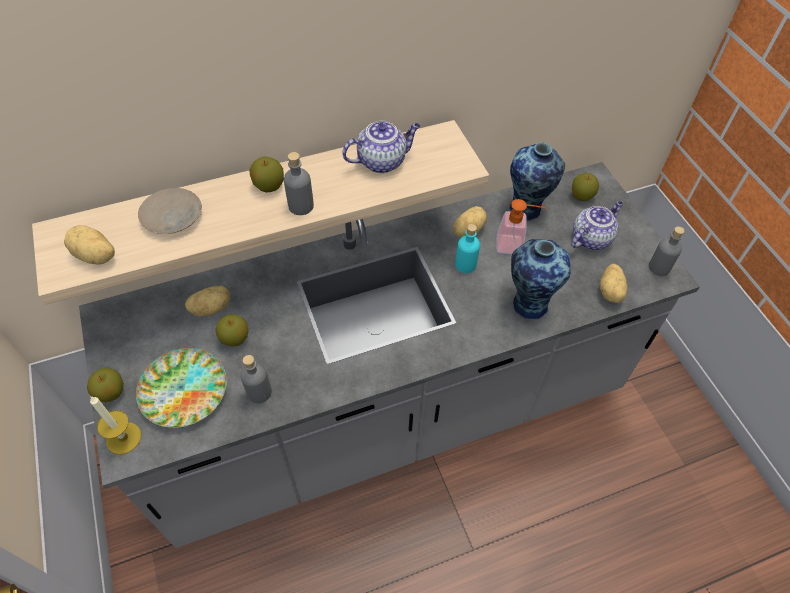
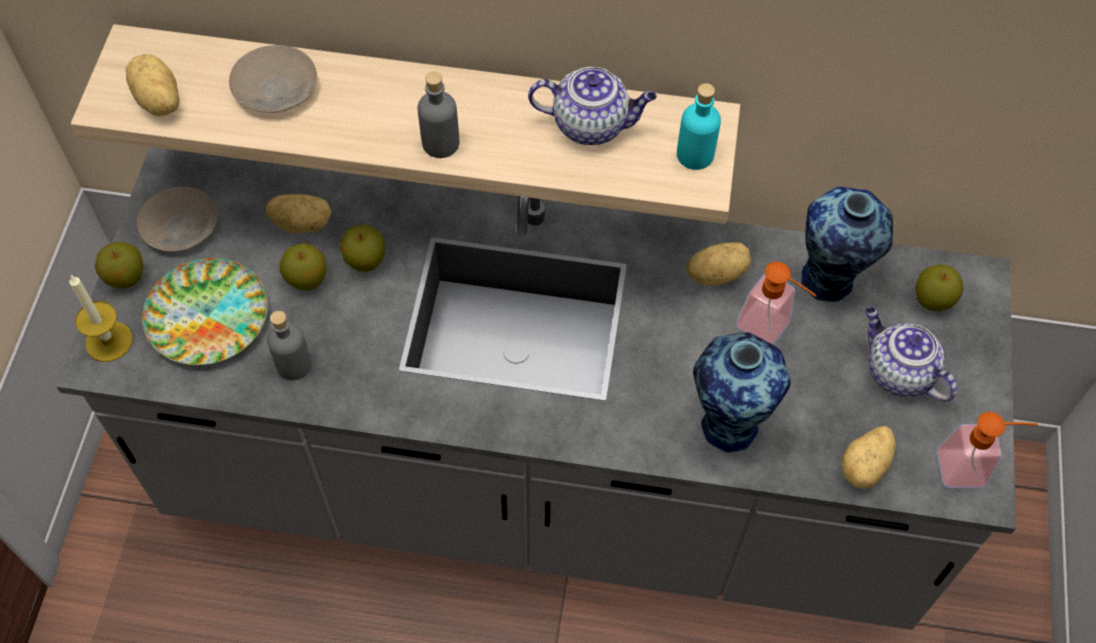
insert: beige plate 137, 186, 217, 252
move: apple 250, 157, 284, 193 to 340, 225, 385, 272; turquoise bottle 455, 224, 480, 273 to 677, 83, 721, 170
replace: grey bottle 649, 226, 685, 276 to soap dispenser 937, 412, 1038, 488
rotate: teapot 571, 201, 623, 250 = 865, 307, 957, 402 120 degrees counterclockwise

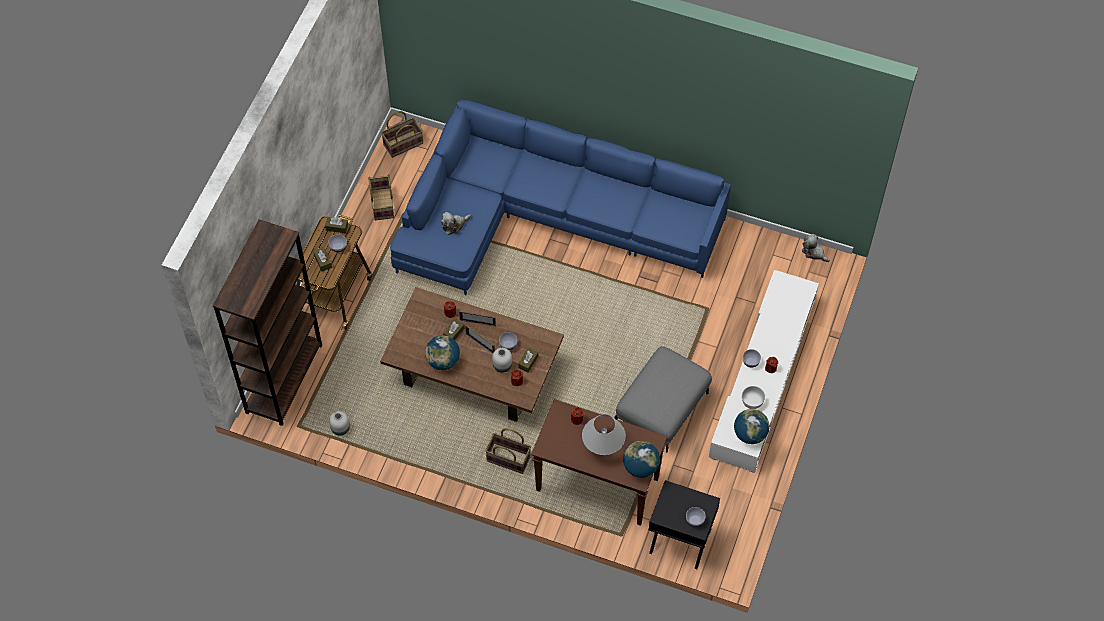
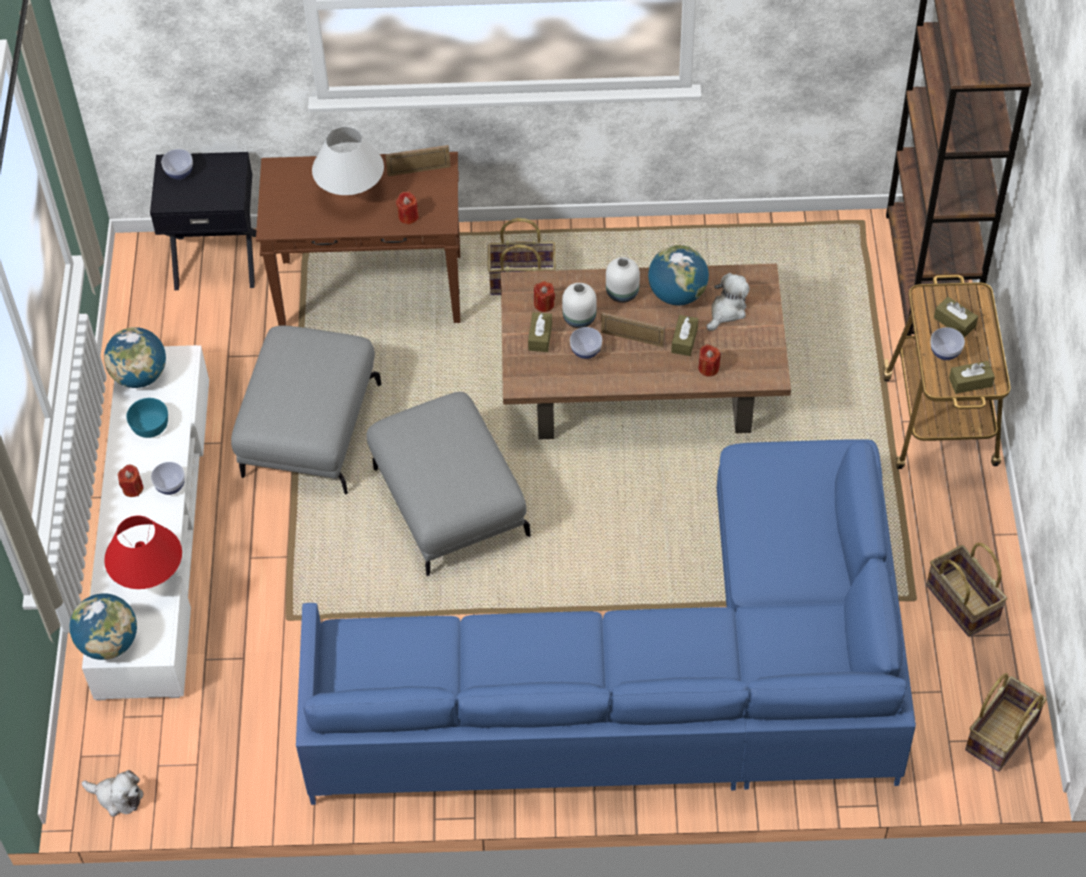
insert: grey ottoman 367, 392, 530, 576; red table lamp 104, 515, 182, 589
move: plush toy 441, 212, 471, 235 to 707, 273, 750, 331; picture frame 459, 311, 496, 327 to 385, 145, 451, 176; white vase 329, 411, 350, 435 to 606, 257, 640, 303; globe 623, 441, 660, 478 to 69, 593, 137, 660
recolor: white bowl 742, 386, 765, 409 to turquoise bowl 127, 398, 168, 438

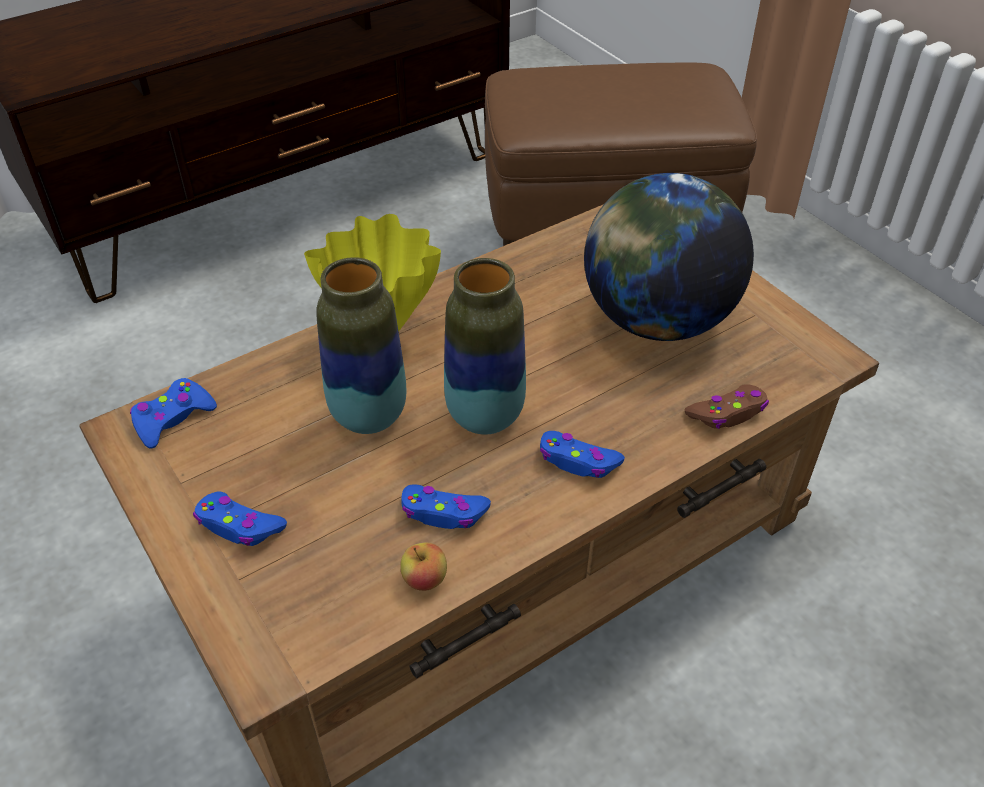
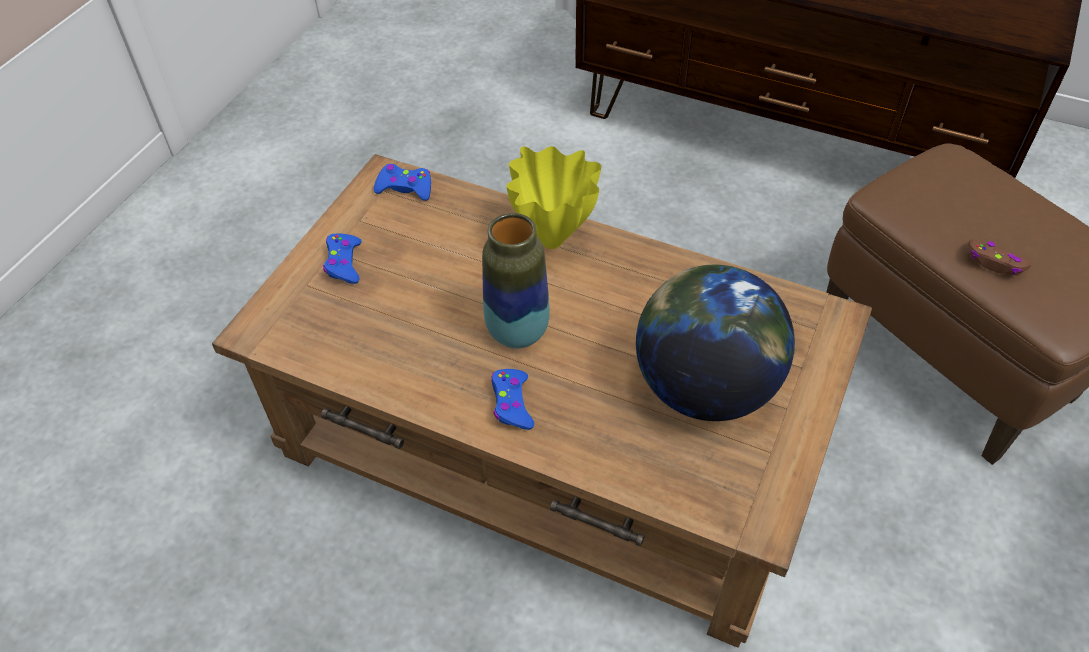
delete: vase 316, 257, 407, 434; blue game controller 401, 484, 491, 529; apple 401, 542, 447, 591
move: brown game controller 685, 384, 769, 429 to 968, 239, 1032, 275

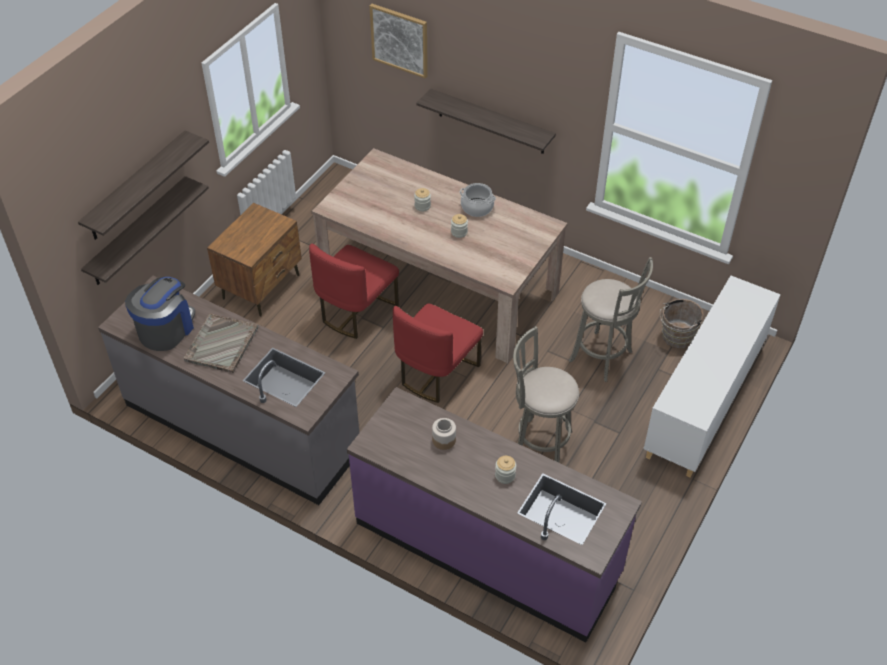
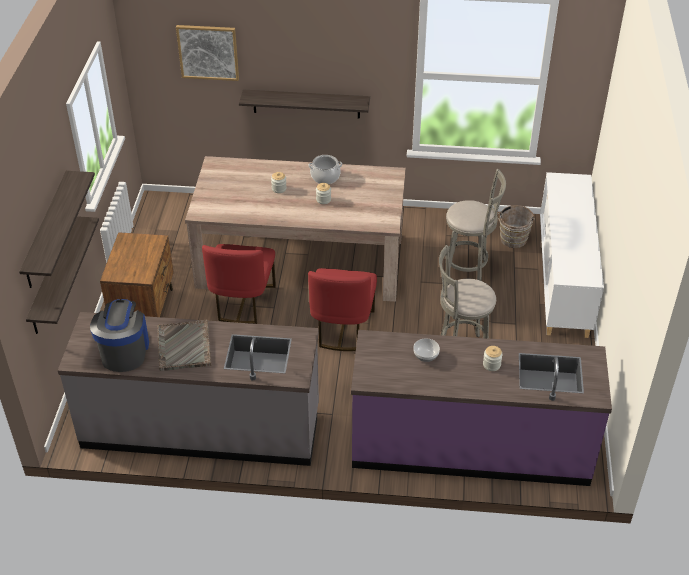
replace: jar 432, 418, 456, 450 to bowl 413, 338, 440, 362

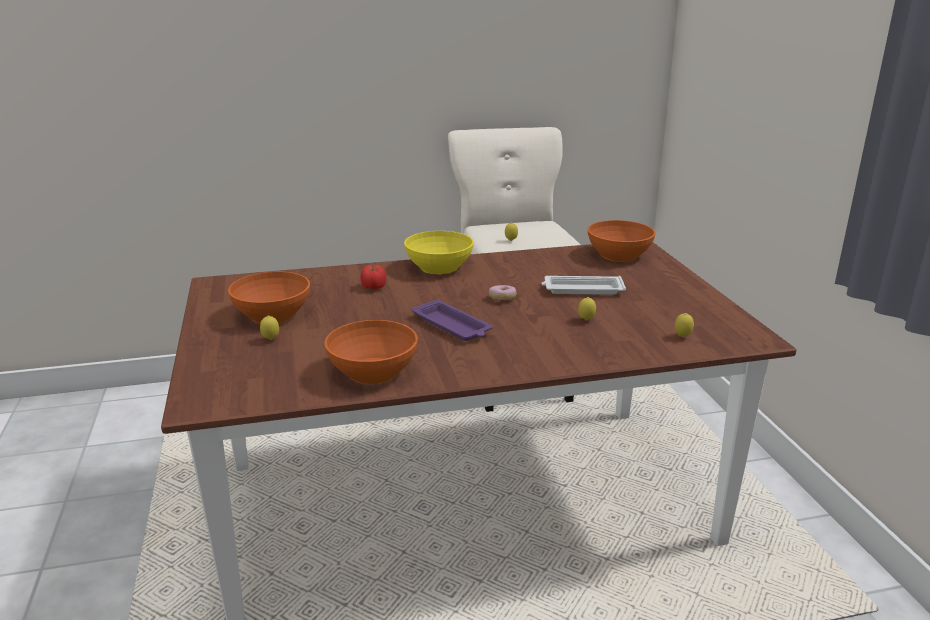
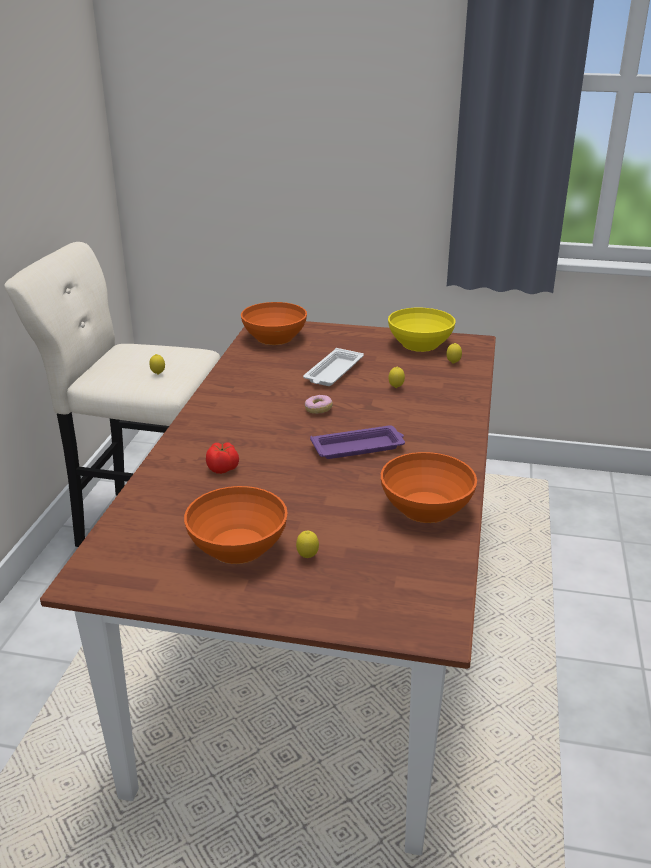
move: yellow bowl 404, 231, 474, 275 to 388, 308, 456, 352

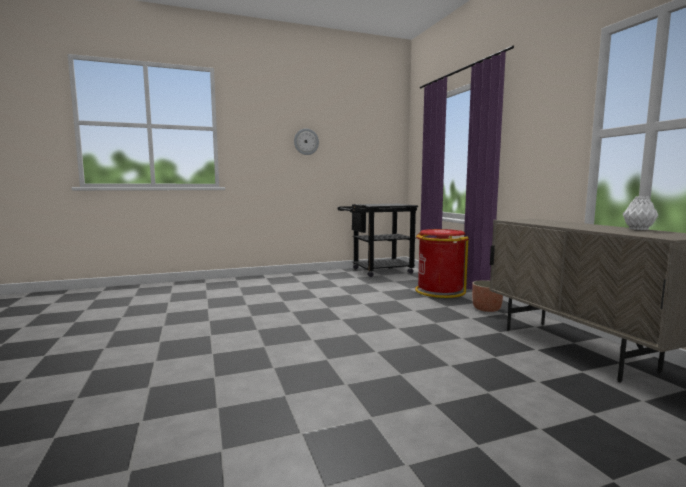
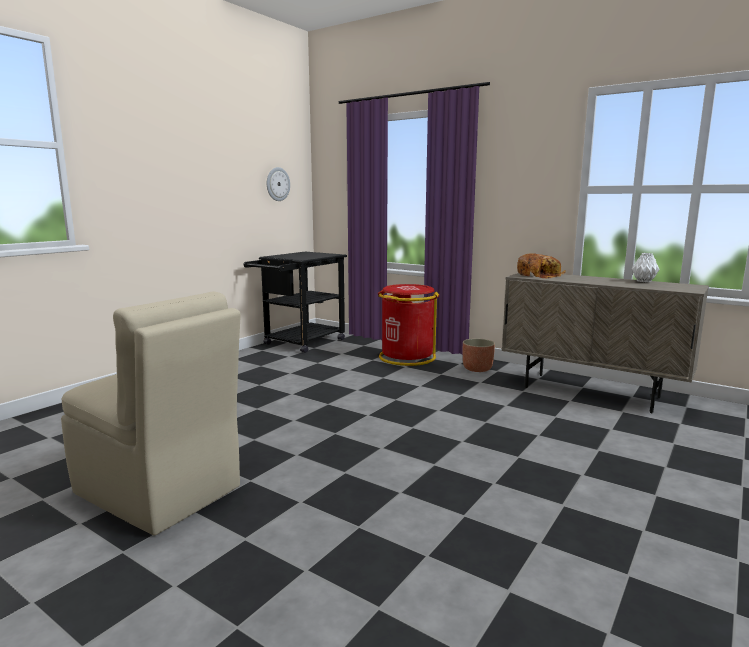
insert: bread 517, 253, 566, 279; beige chair 61, 291, 241, 535
move: wall clock 294, 128, 319, 155 to 267, 167, 290, 201

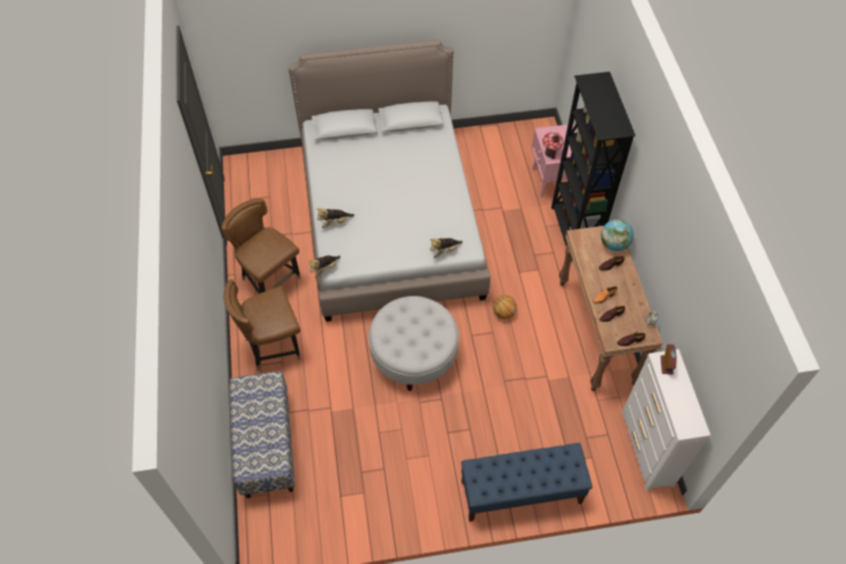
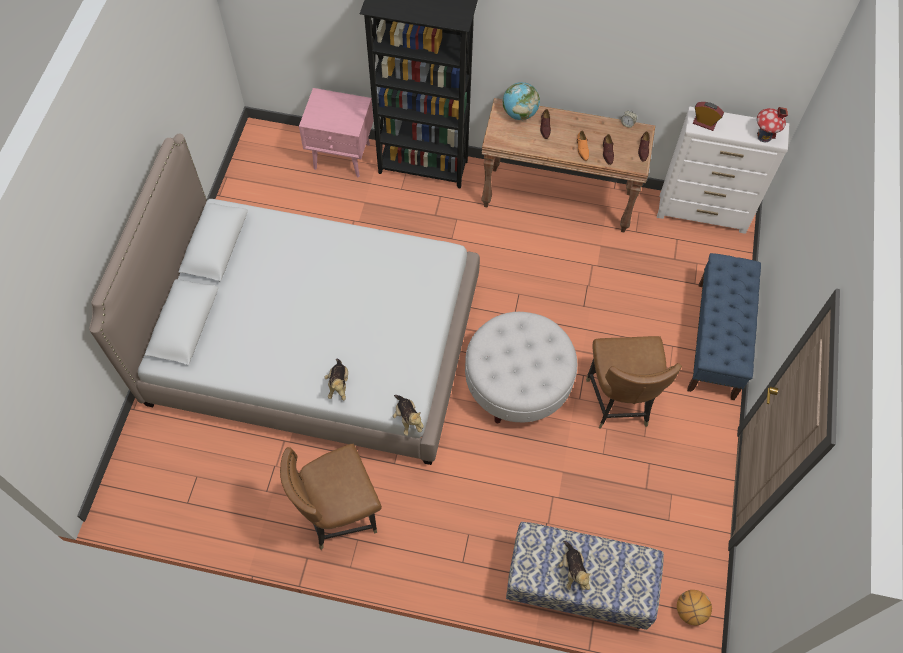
move: toy house 542, 132, 563, 159 to 757, 107, 788, 142; plush toy 430, 238, 462, 258 to 558, 541, 590, 590; brown chair 223, 279, 301, 370 to 586, 336, 682, 429; basketball 493, 295, 517, 319 to 677, 590, 712, 625

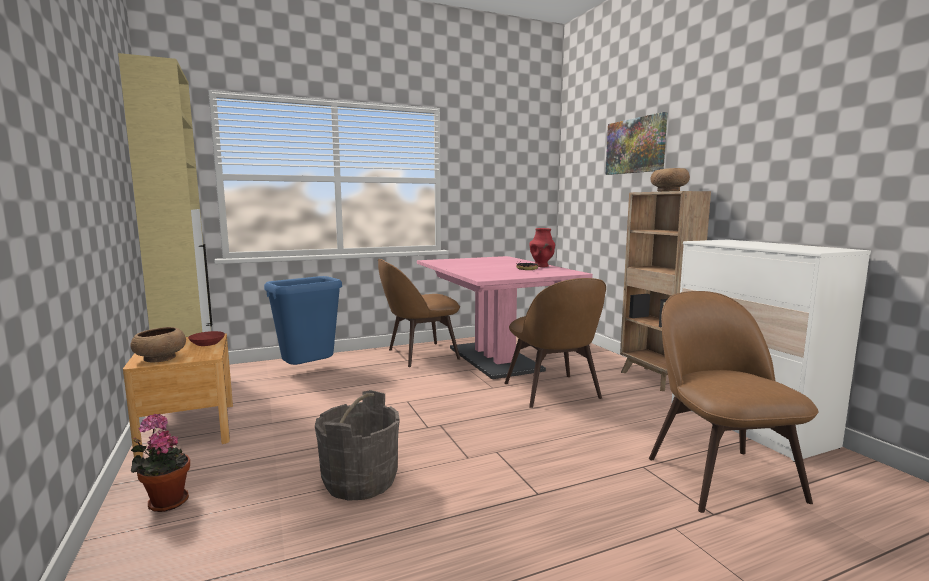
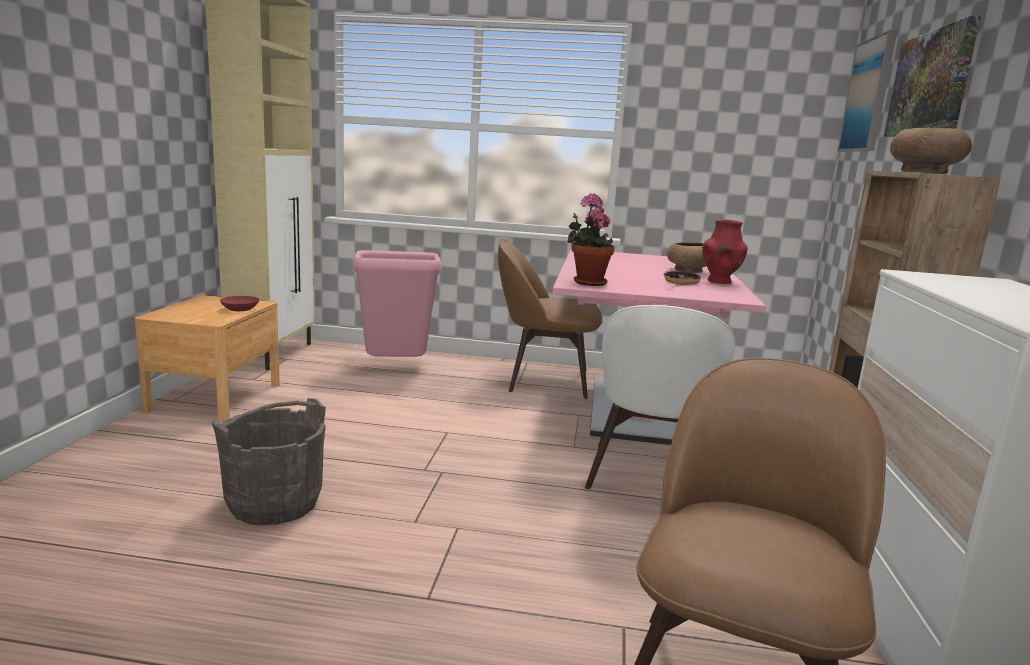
insert: picture 837, 30, 897, 152
move: brown bowl 130, 327, 186, 362 to 667, 242, 707, 273; potted plant 131, 414, 190, 512 to 567, 193, 615, 286
recolor: blue trash can 264, 276, 342, 365 to pink trash can 352, 250, 442, 357; brown chair 504, 278, 606, 408 to white chair 585, 305, 735, 489

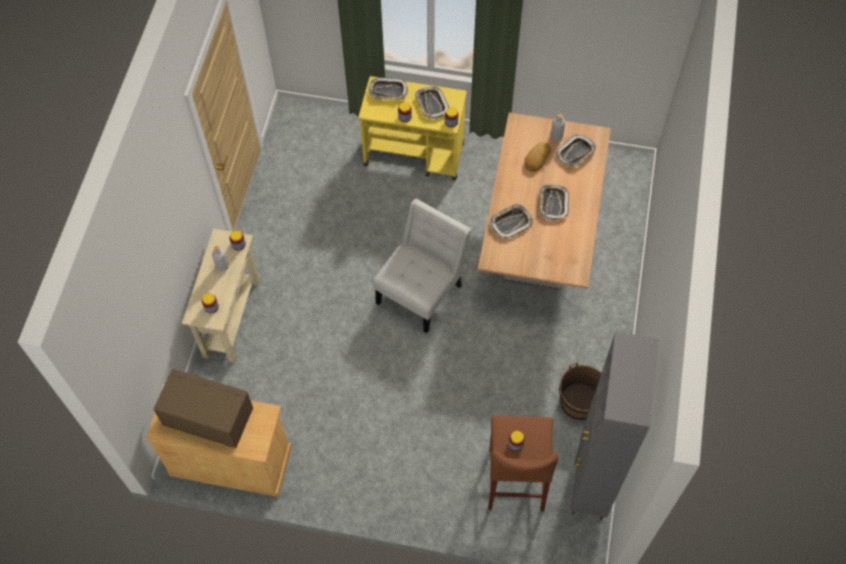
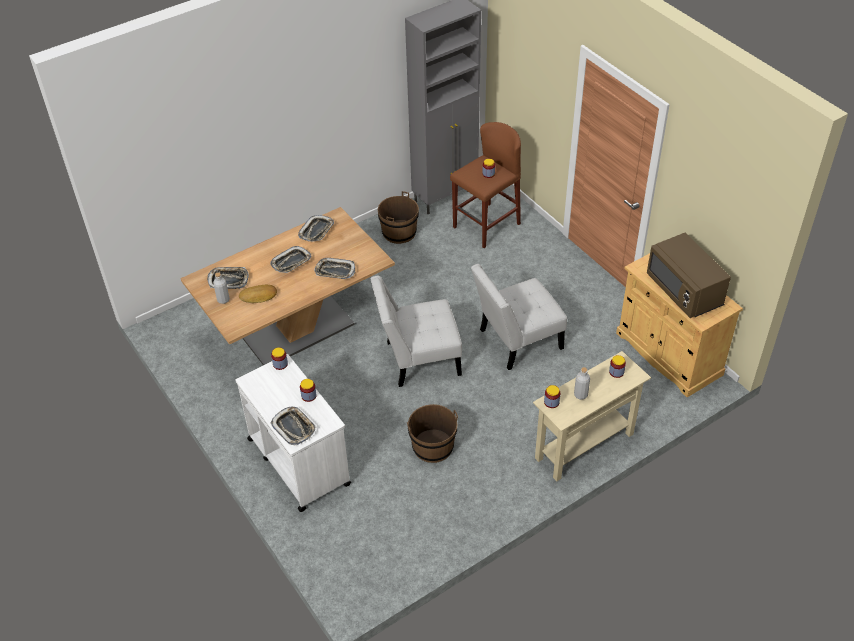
insert: white chair 471, 264, 567, 370; brown bucket 407, 404, 458, 463
move: tray 414, 86, 449, 119 to 298, 215, 334, 242
recolor: yellow cart 359, 76, 467, 180 to white cart 235, 354, 351, 512

